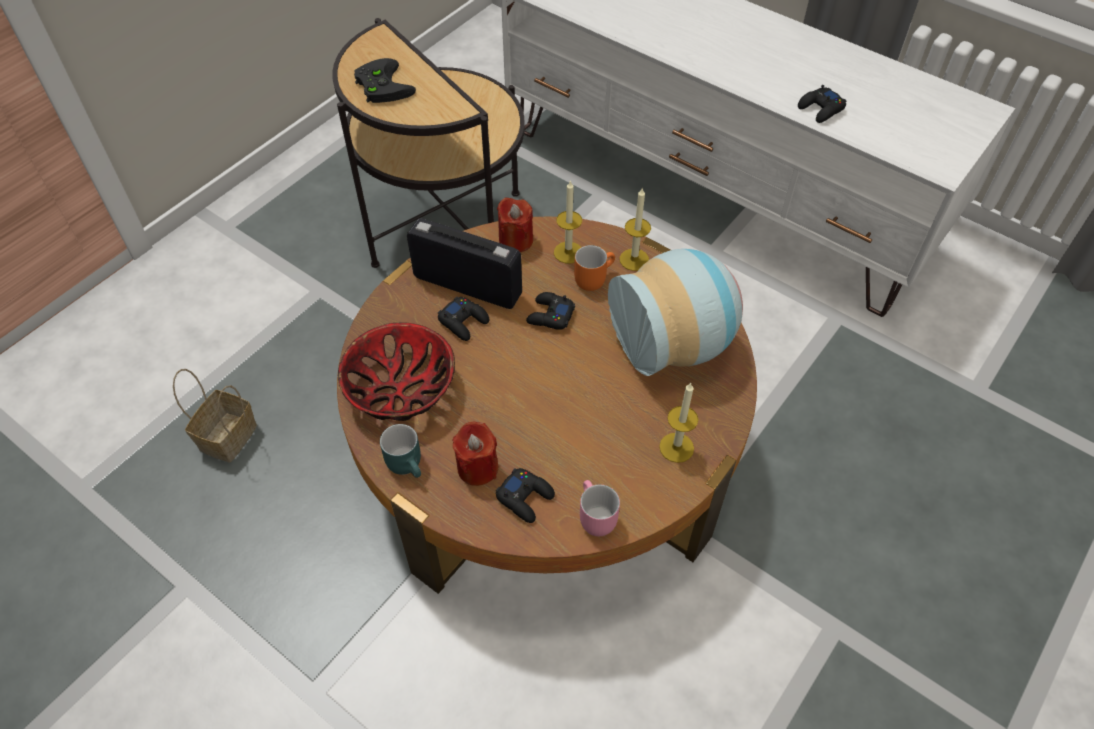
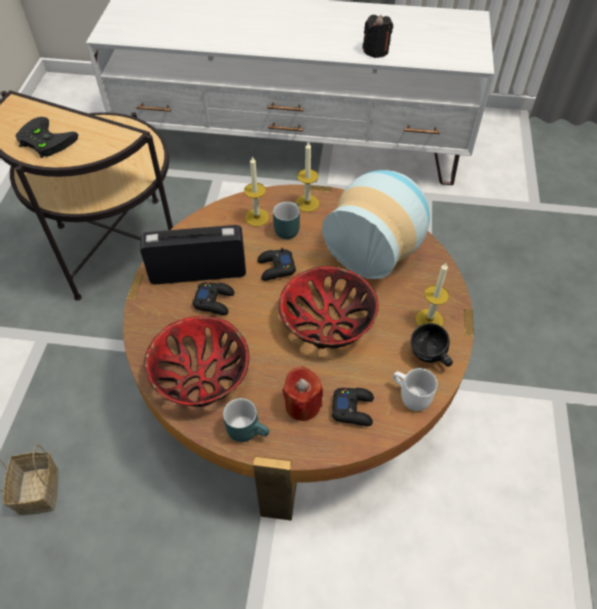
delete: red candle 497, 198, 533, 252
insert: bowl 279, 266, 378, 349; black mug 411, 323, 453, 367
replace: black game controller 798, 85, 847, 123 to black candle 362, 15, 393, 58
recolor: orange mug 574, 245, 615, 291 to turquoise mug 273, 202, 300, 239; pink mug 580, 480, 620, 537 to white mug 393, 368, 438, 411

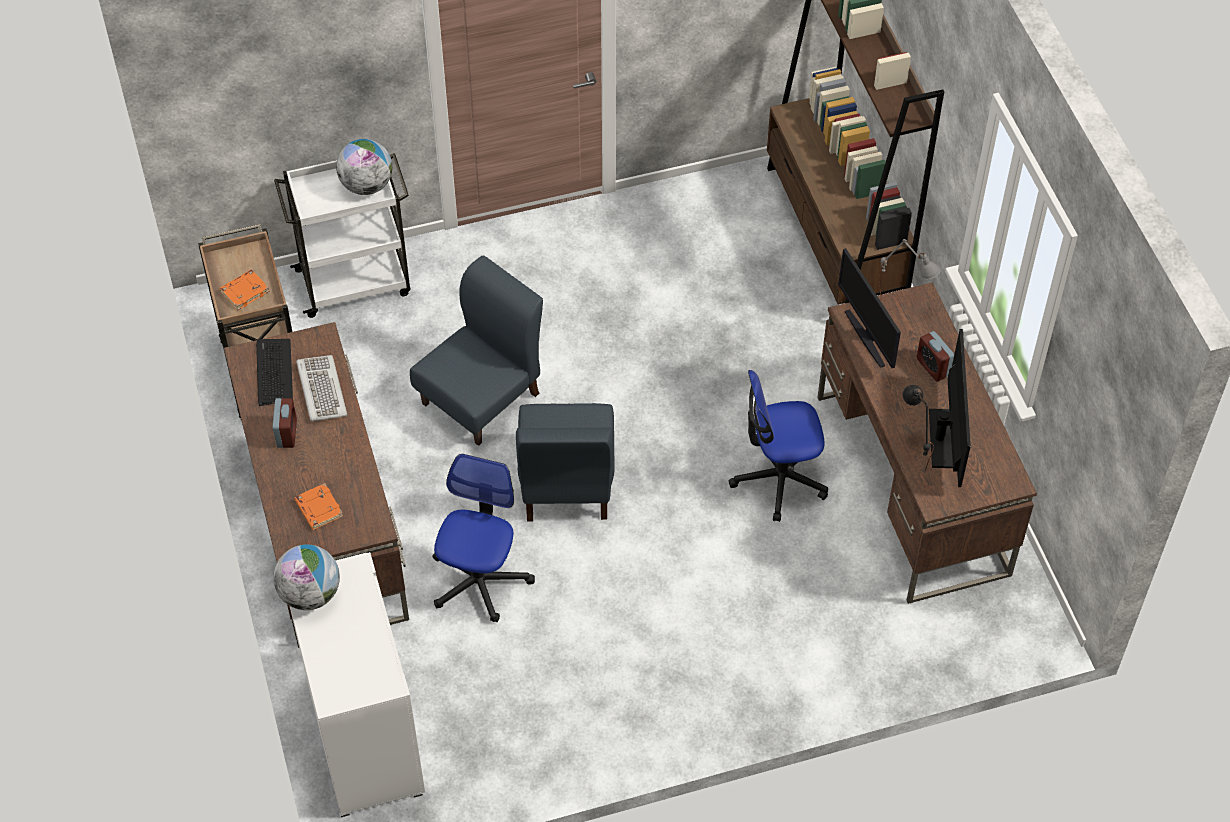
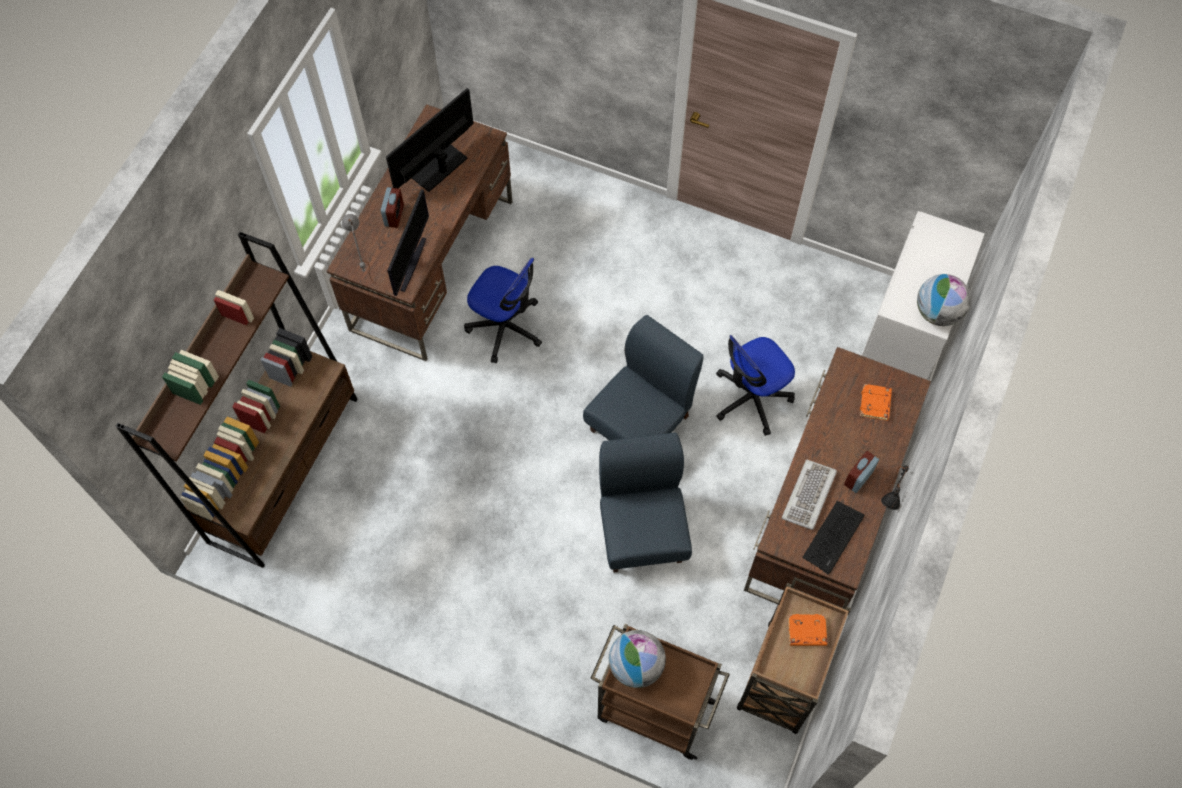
move: black table lamp 902, 385, 934, 472 to 881, 465, 909, 510
recolor: white cart 274, 153, 411, 318 to brown cart 590, 624, 730, 760
rotate: blue chair 410, 256, 543, 446 = 599, 432, 692, 573 90 degrees clockwise

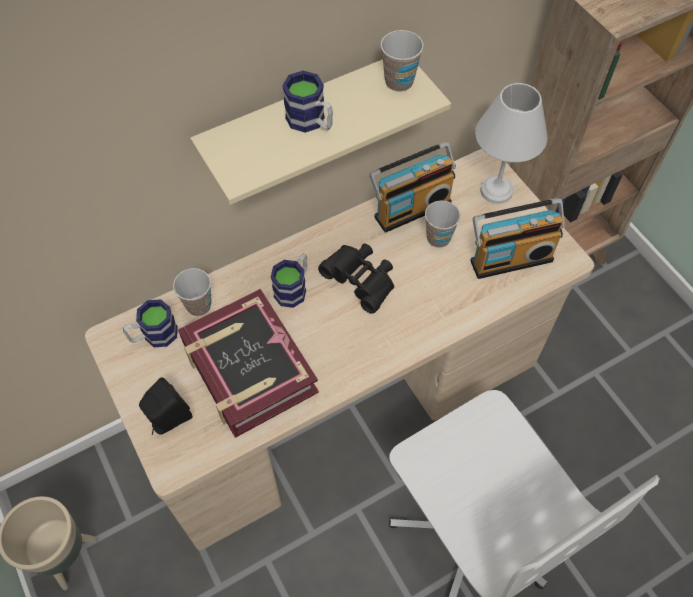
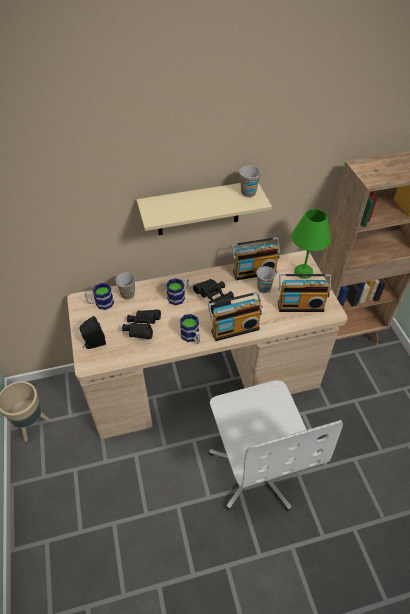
insert: radio 208, 292, 263, 341
move: mug 282, 71, 333, 133 to 180, 314, 200, 344
replace: book 178, 289, 319, 438 to black binoculars 122, 309, 161, 339
recolor: white table lamp 475, 83, 547, 204 to green table lamp 292, 209, 331, 279

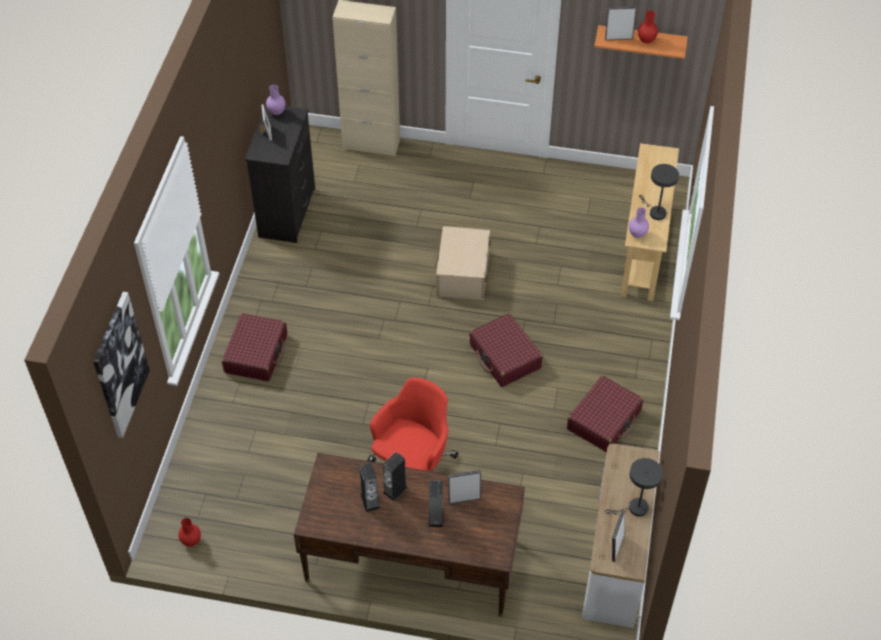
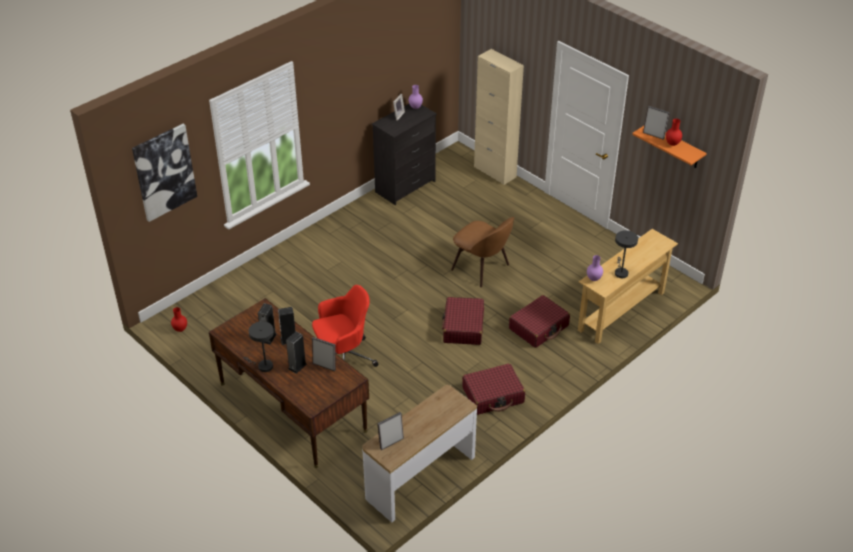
move: red suitcase 222, 313, 287, 381 to 509, 295, 570, 348; grey table lamp 605, 458, 663, 516 to 243, 321, 274, 372
replace: beige storage box 436, 226, 491, 300 to brown chair 451, 217, 514, 287

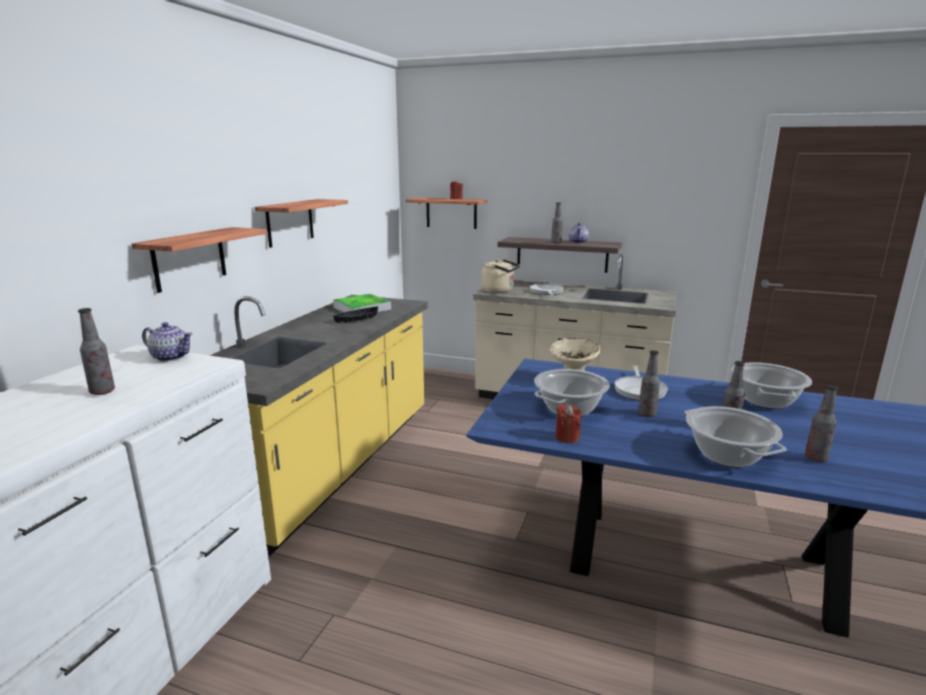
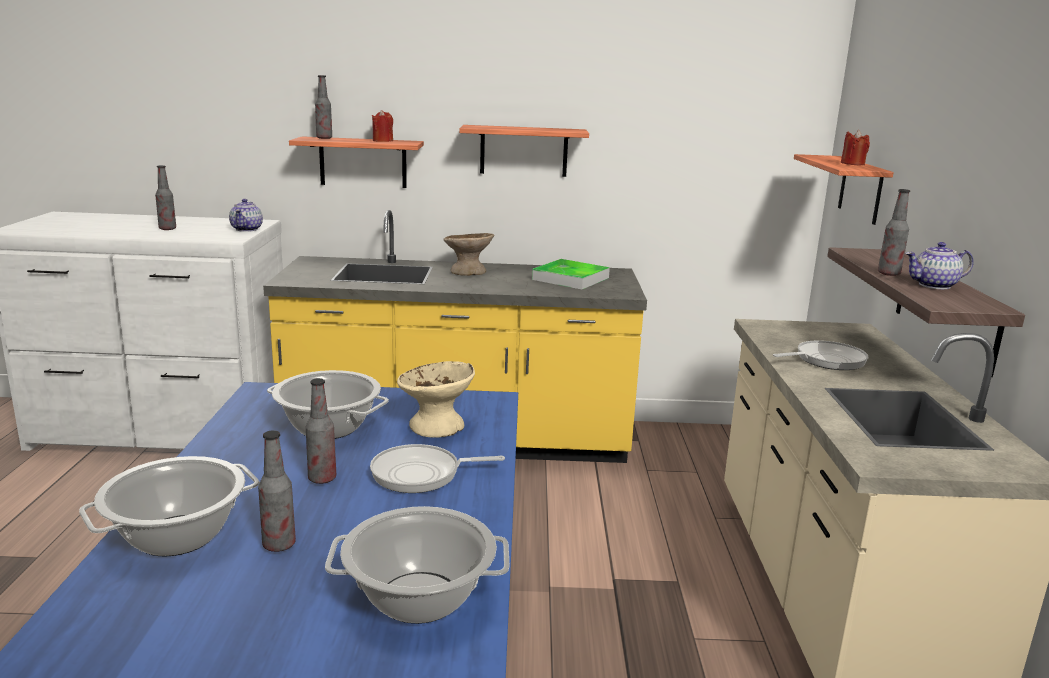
delete: beige kettle 481, 259, 520, 293; black bowl 333, 306, 378, 323
insert: beige bowl 443, 233, 495, 276
move: bottle 805, 385, 838, 462 to 315, 75, 332, 139; red candle 555, 404, 581, 443 to 372, 110, 393, 142

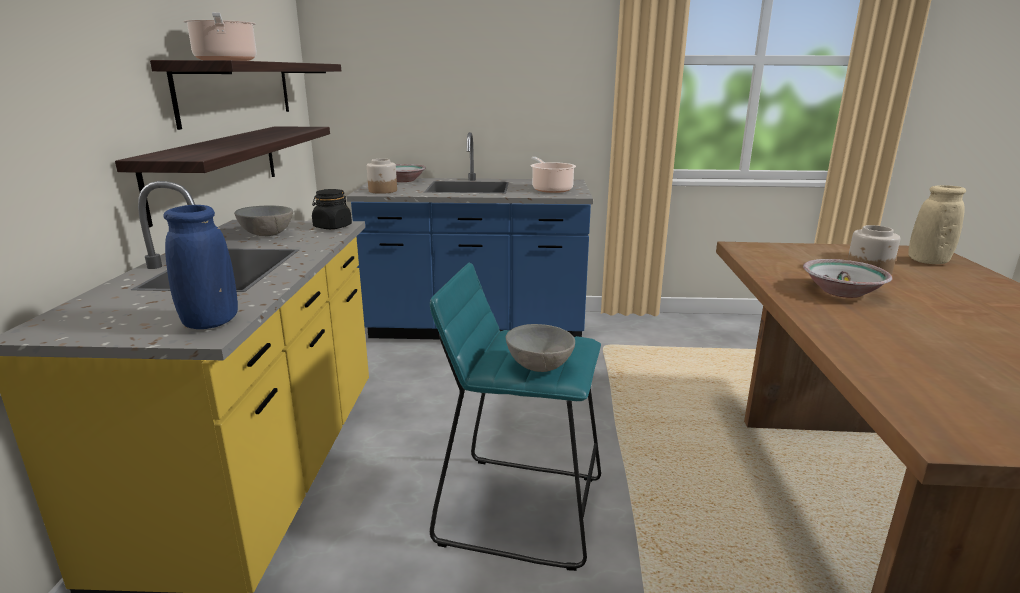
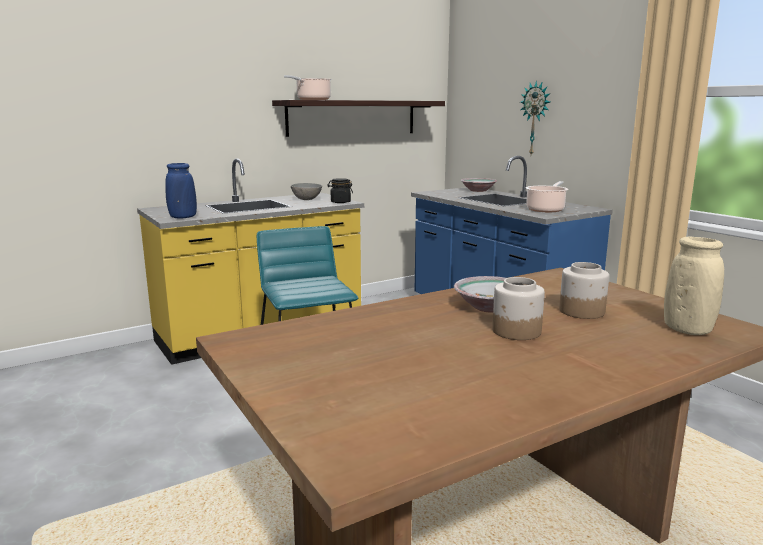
delete: shelf 115, 126, 330, 228; grey bowl 506, 324, 575, 372
insert: wall clock 520, 80, 550, 155
move: jar 367, 159, 397, 194 to 492, 277, 545, 340

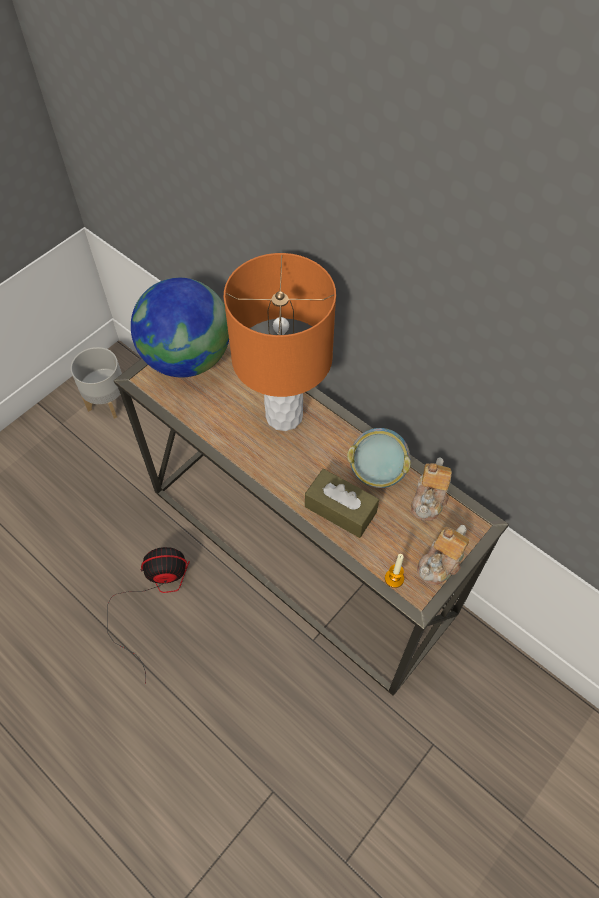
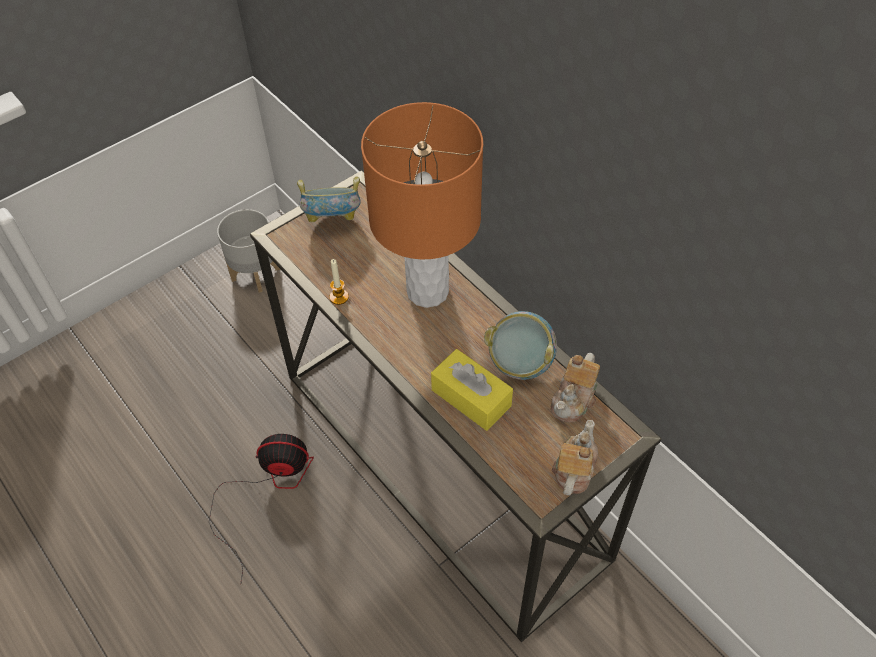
move: candle 385, 554, 404, 588 to 329, 259, 349, 305
replace: globe 131, 278, 229, 378 to bowl 297, 177, 361, 222
recolor: brown tissue box 305, 469, 379, 538 to yellow tissue box 431, 349, 513, 431
rotate: teapot 417, 525, 469, 585 = 552, 420, 598, 495 150 degrees clockwise

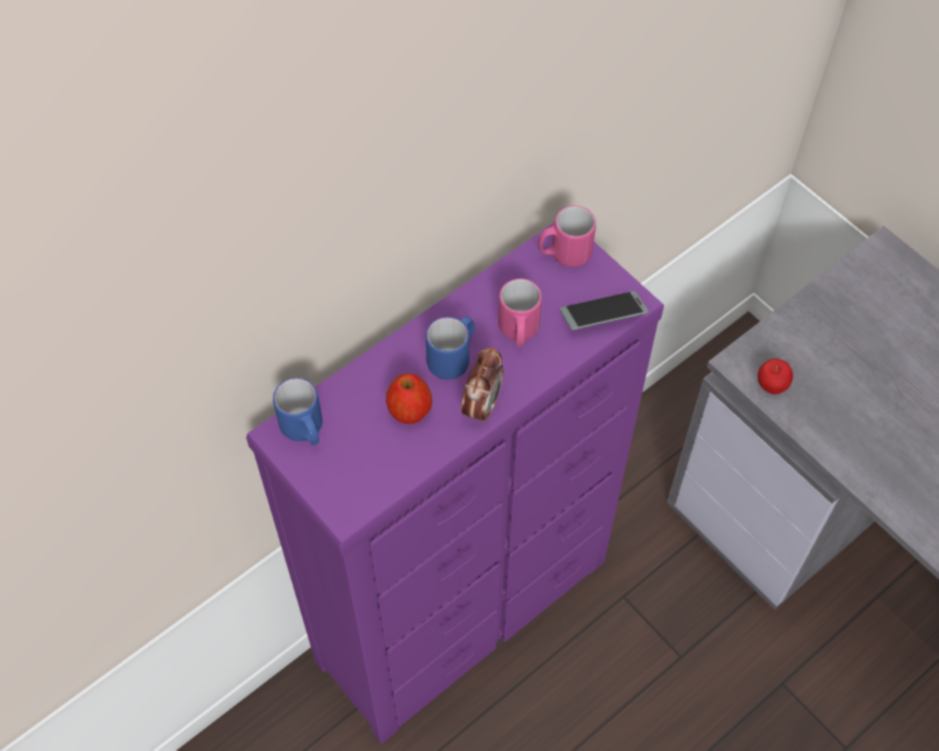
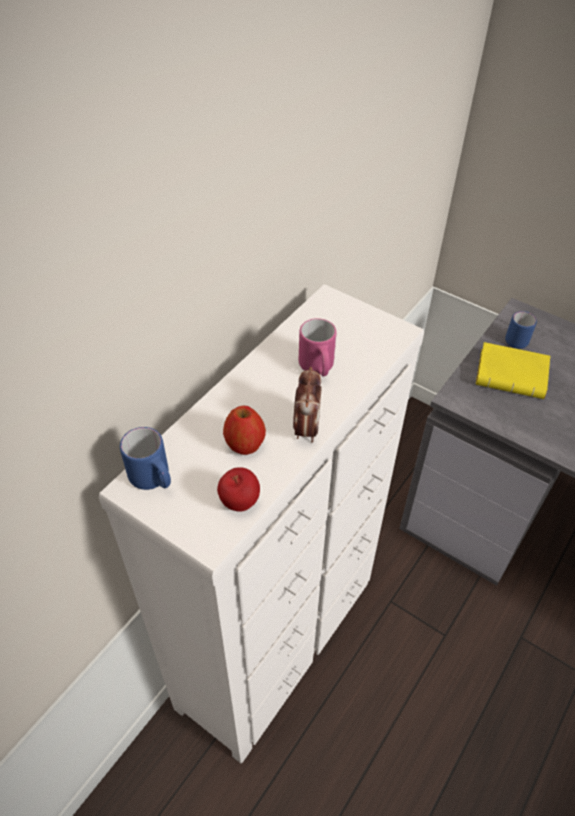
delete: pink mug 538, 206, 596, 267; phone 560, 291, 648, 330
insert: yellow book 476, 342, 550, 399
move: blue mug 426, 317, 475, 380 to 505, 311, 537, 349; apple 758, 359, 793, 394 to 217, 467, 260, 512
recolor: purple dresser 246, 223, 664, 743 to white dresser 99, 284, 424, 763

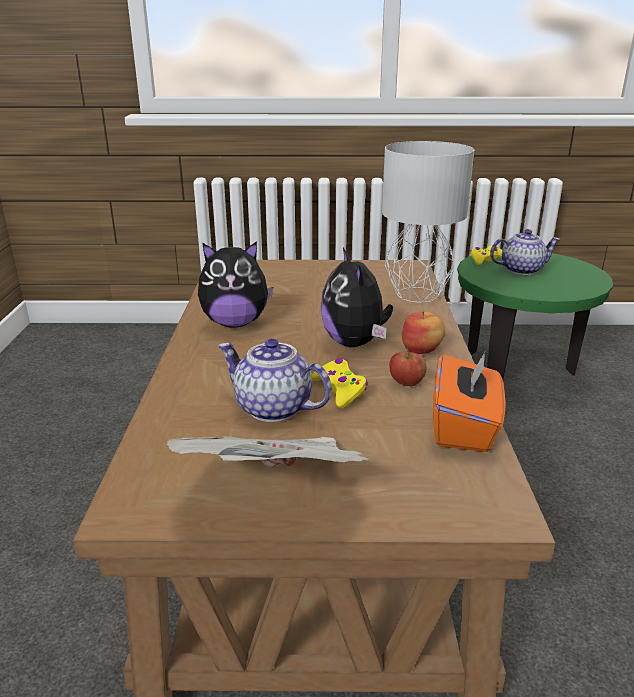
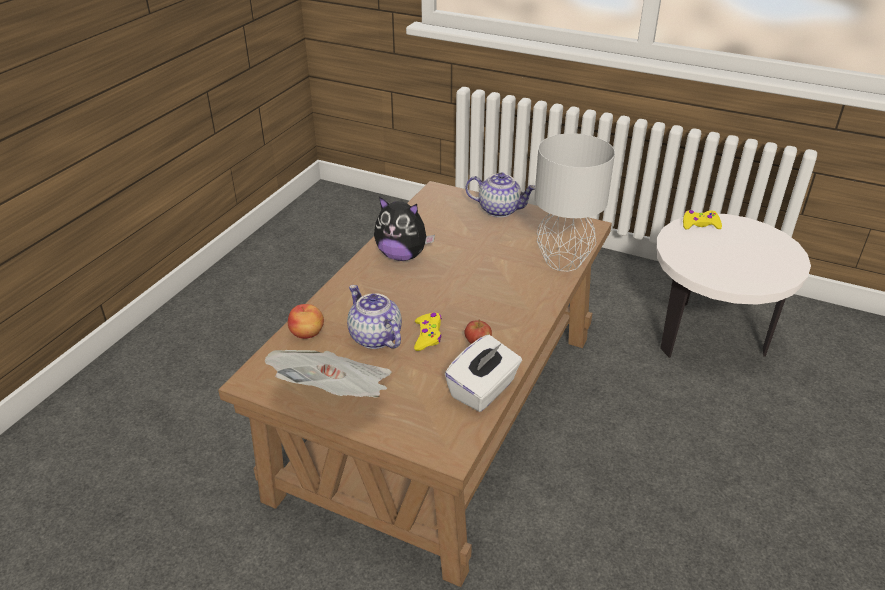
delete: plush toy 321, 248, 393, 347
move: teapot 490, 229, 561, 275 to 465, 172, 535, 217; apple 402, 311, 445, 354 to 288, 304, 324, 339
recolor: green side table 457, 253, 613, 380 to white side table 657, 214, 811, 358; orange tissue box 433, 350, 505, 452 to white tissue box 445, 335, 522, 412

